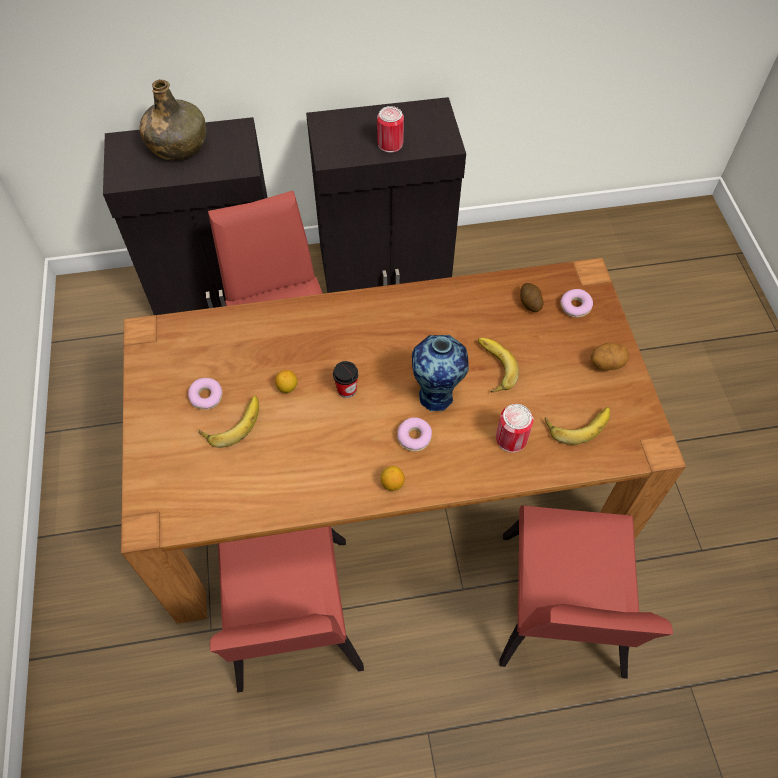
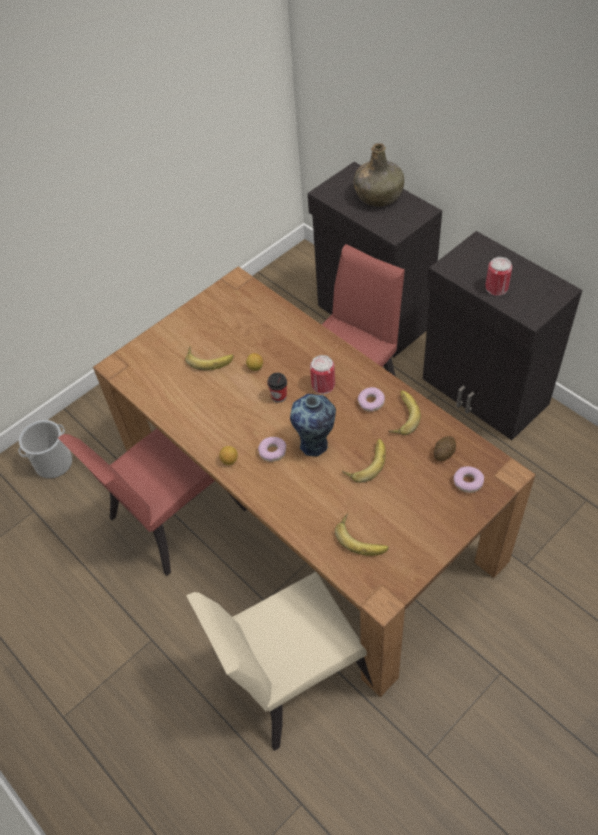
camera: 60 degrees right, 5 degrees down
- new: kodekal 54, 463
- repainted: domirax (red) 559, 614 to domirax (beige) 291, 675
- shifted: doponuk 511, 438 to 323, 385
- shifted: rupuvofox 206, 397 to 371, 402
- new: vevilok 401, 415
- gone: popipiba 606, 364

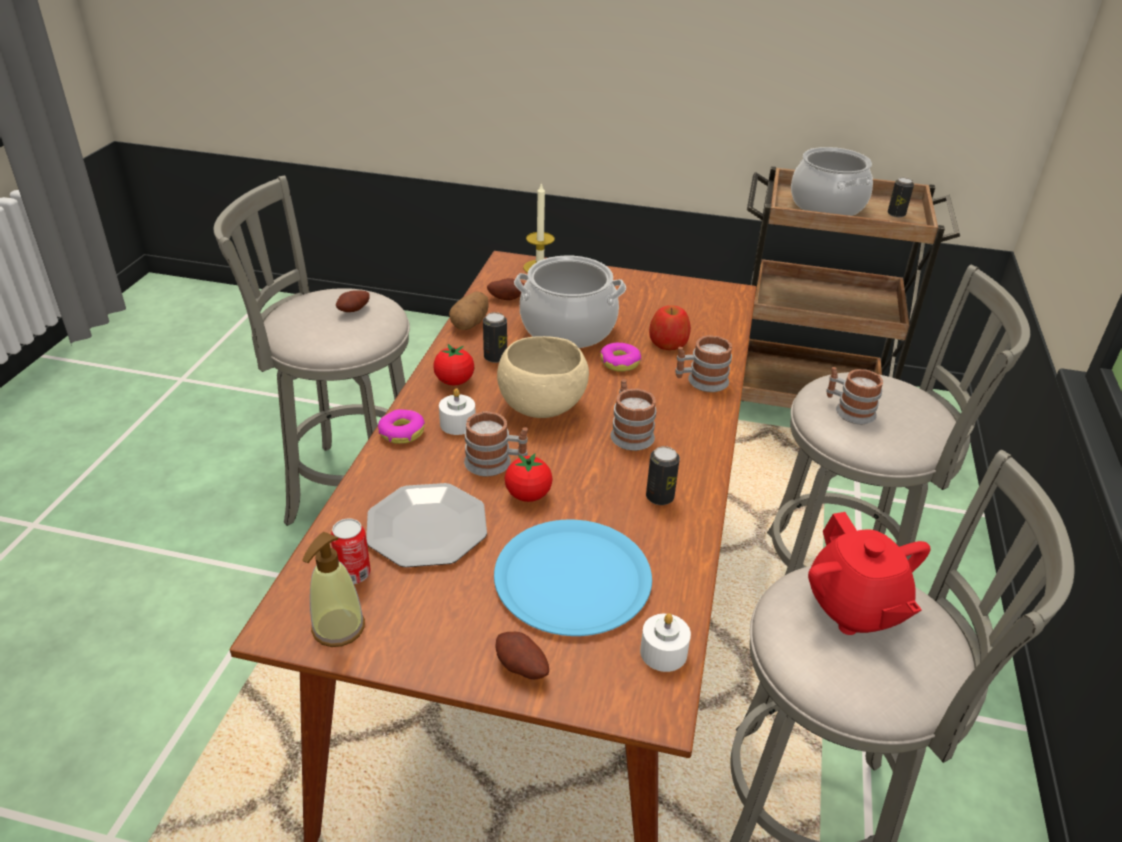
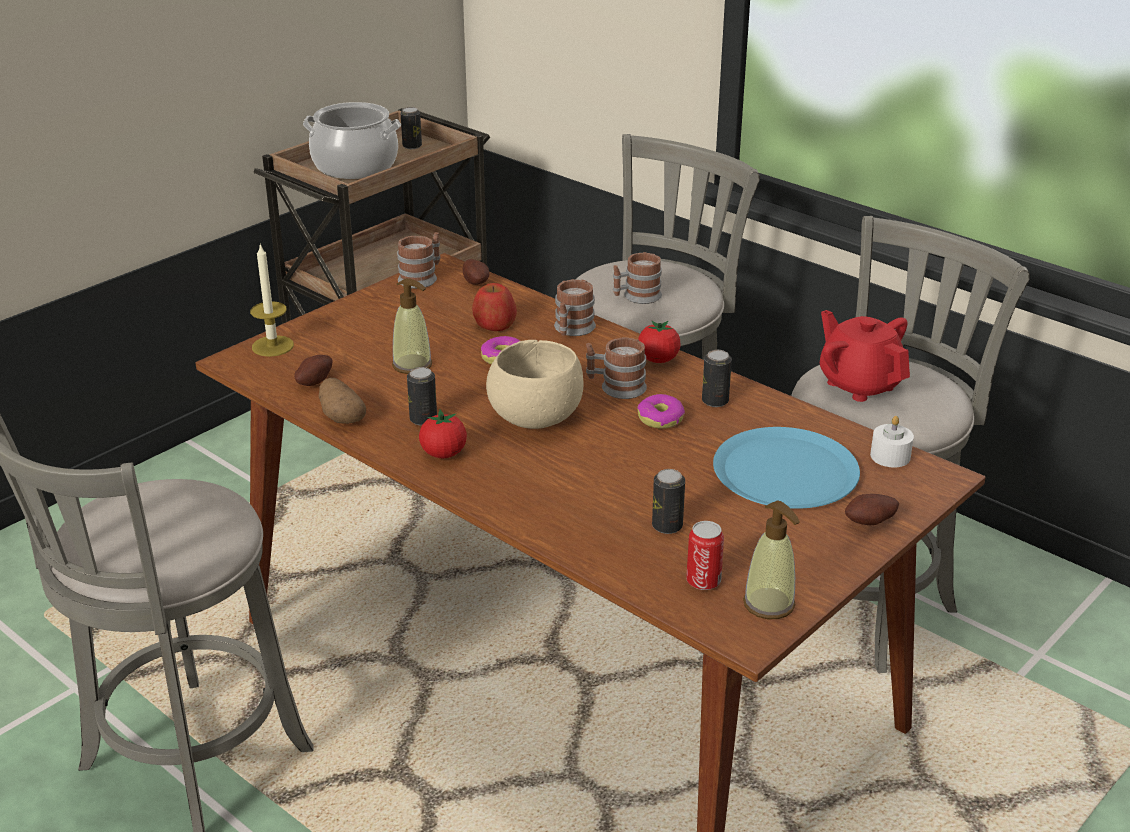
camera: 60 degrees left, 5 degrees down
- swapped: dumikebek 568, 328 to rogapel 412, 365
- shifted: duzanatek 495, 463 to 422, 277
- shifted: popipiba 354, 311 to 476, 282
- shifted: rupuvofox 401, 432 to 660, 419
- shifted: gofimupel 528, 495 to 658, 360
- swapped: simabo 427, 527 to doponuk 667, 526
- rotated: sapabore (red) 855, 608 = 859, 384 135 degrees counterclockwise
- gone: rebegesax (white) 457, 424

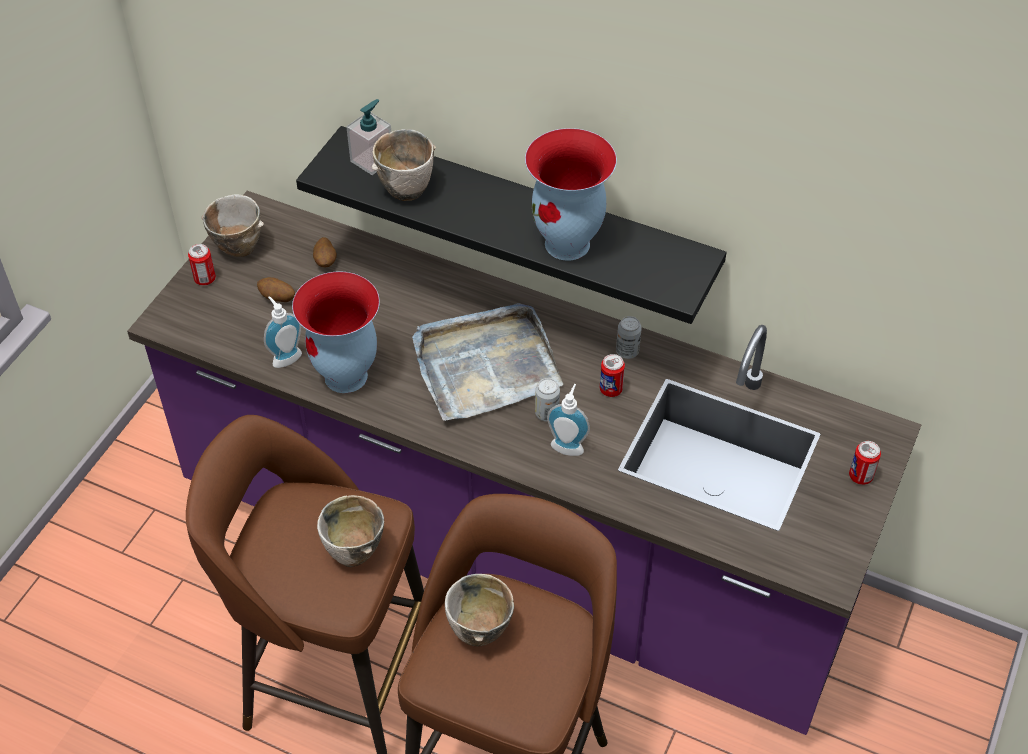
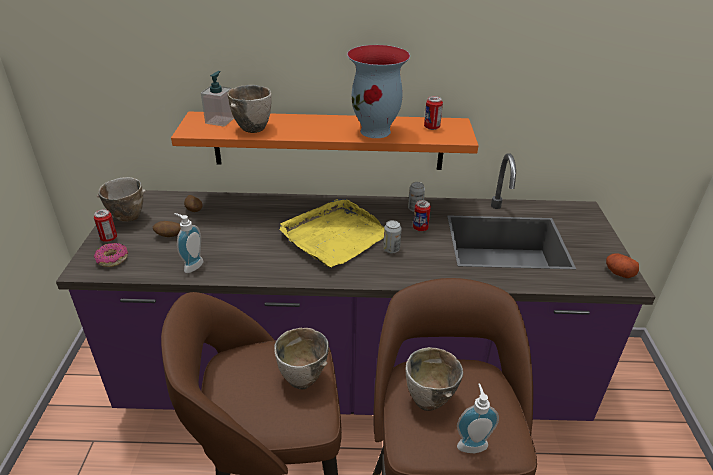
camera: 25 degrees left, 15 degrees down
- new: rupuvofox 112, 259
- repainted: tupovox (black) 526, 217 to tupovox (orange) 328, 141
- repainted: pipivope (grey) 485, 365 to pipivope (yellow) 334, 236
- shifted: doponuk 860, 476 to 431, 127
- shifted: rogapel 568, 445 to 471, 443
- new: popipiba 618, 272
- gone: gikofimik 347, 377

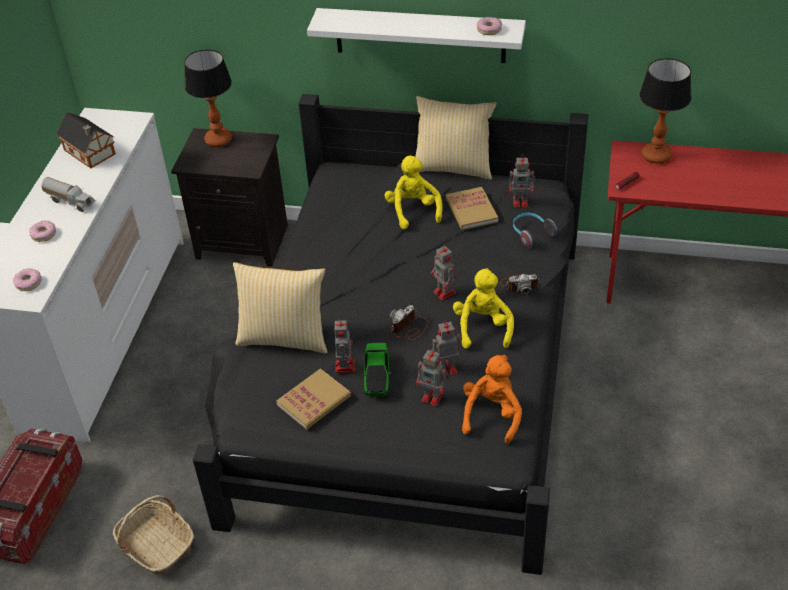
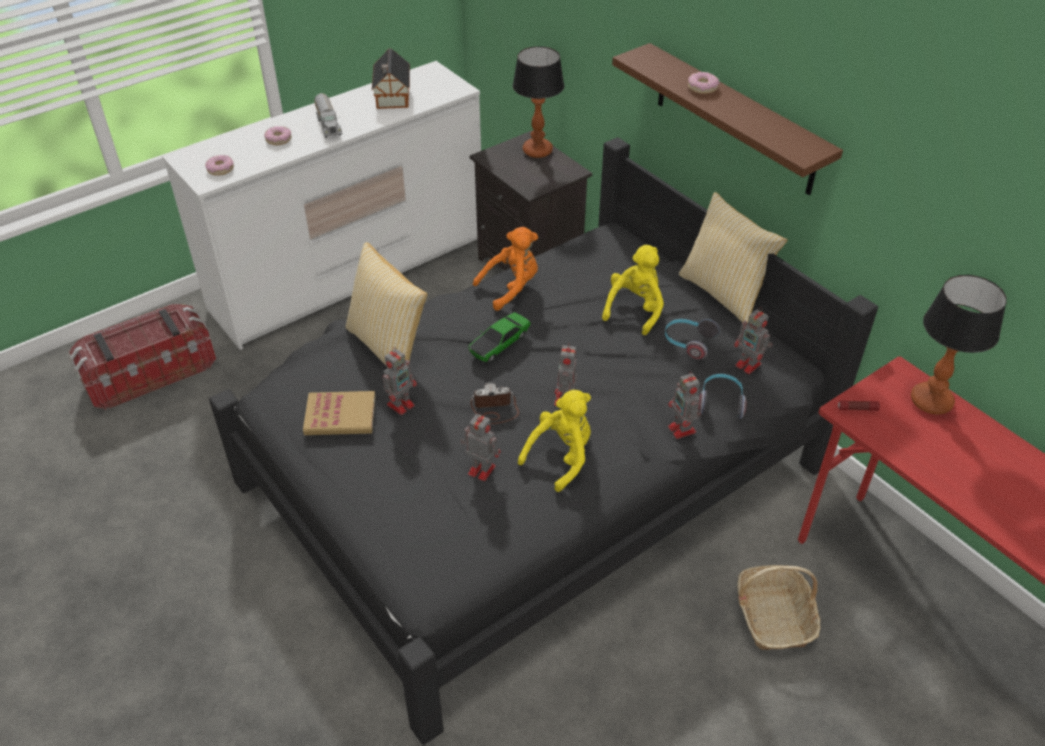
camera: 40 degrees right, 0 degrees up
- shifted: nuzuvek 377, 375 to 499, 344
- shifted: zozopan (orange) 492, 414 to 511, 288
- repainted: tupovox (white) 420, 35 to tupovox (brown) 734, 120
- swapped: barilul 471, 210 to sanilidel 688, 343
- shifted: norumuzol 433, 397 to 682, 430
- shifted: rupuvofox 489, 29 to 702, 87
- shifted: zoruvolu 156, 545 to 773, 616
- gone: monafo 520, 285

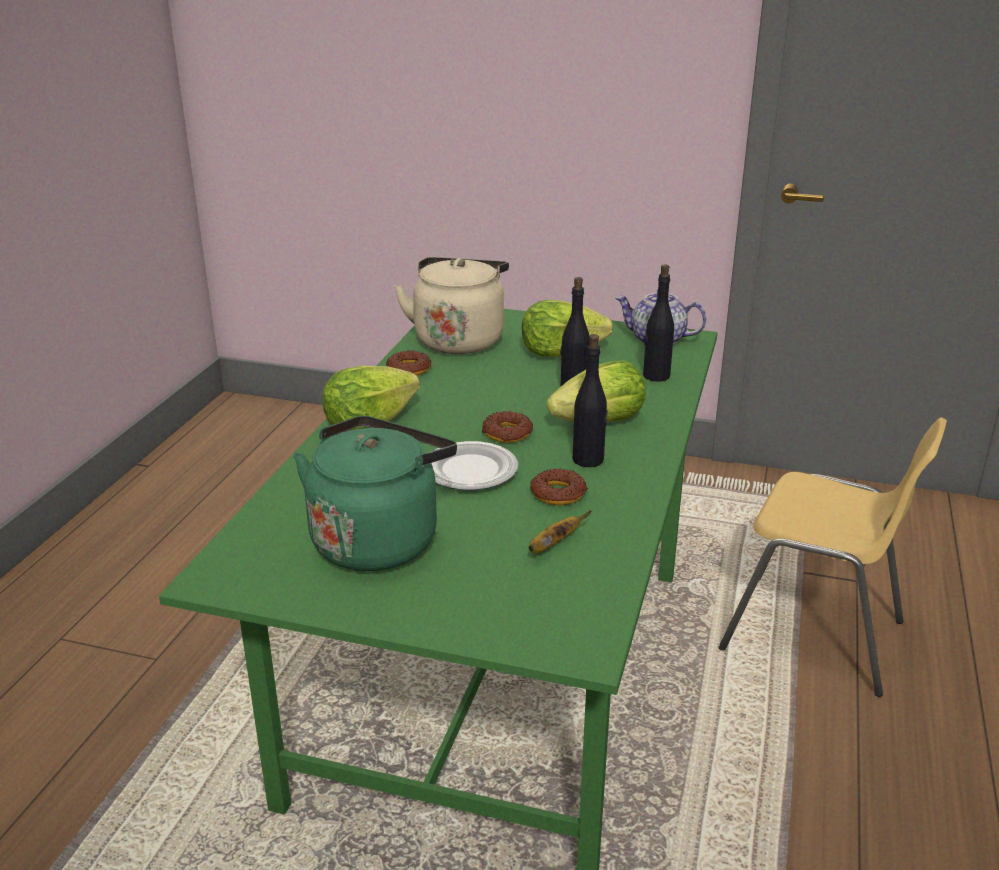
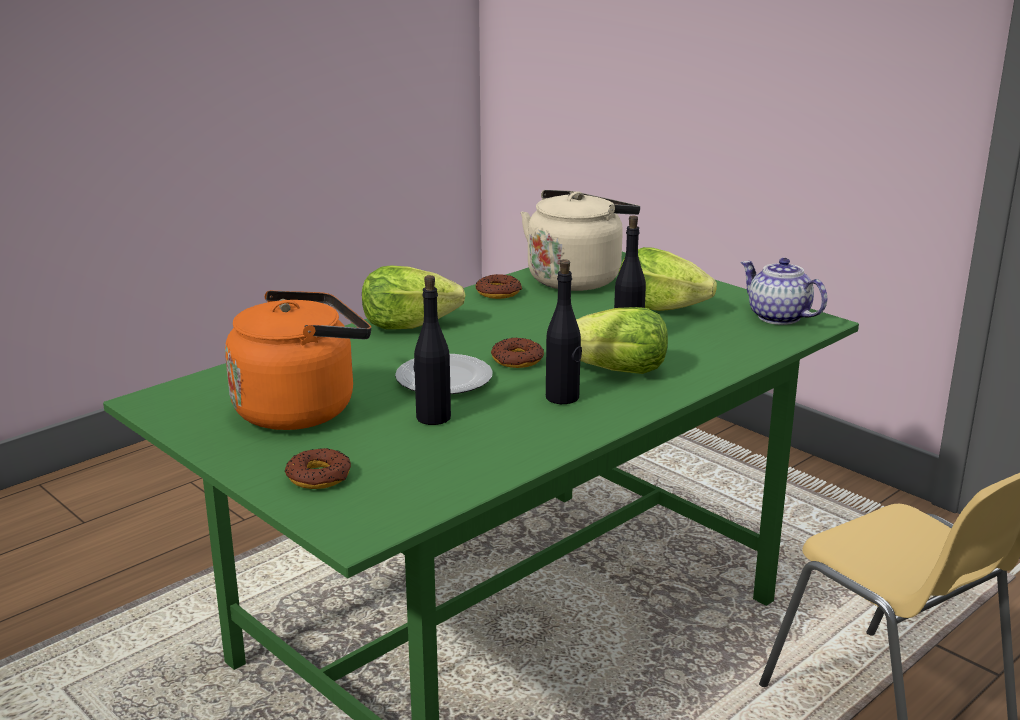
camera: 30 degrees right, 5 degrees down
- repainted: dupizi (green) 378, 539 to dupizi (orange) 302, 408
- shifted: rupuvofox 558, 493 to 319, 476
- shifted: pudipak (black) 656, 376 to 433, 417
- gone: vevilok 553, 545

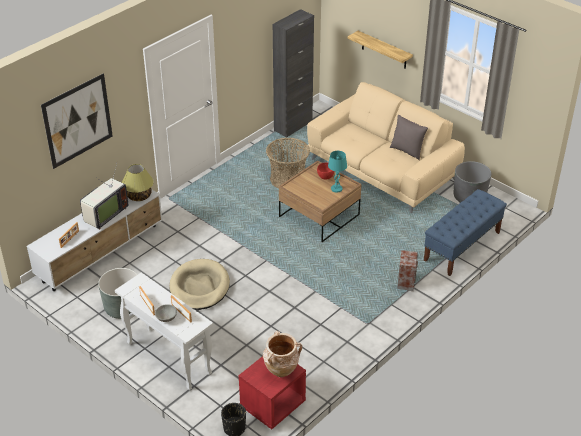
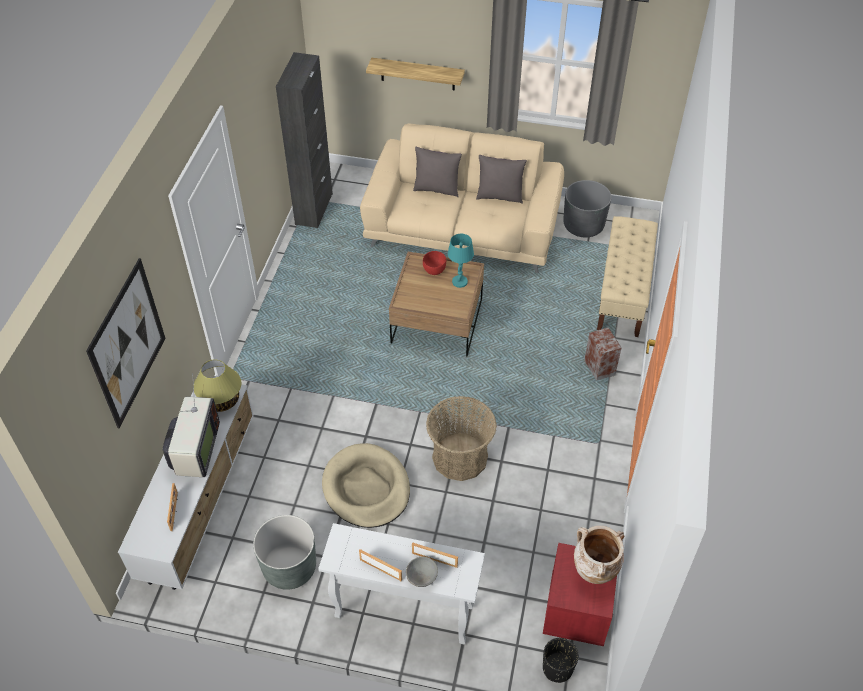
camera: 30 degrees left, 10 degrees up
- new: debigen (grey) 436, 189
- shifted: zoruvolu 288, 179 to 460, 457
- repainted: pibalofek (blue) 462, 247 to pibalofek (beige) 623, 293

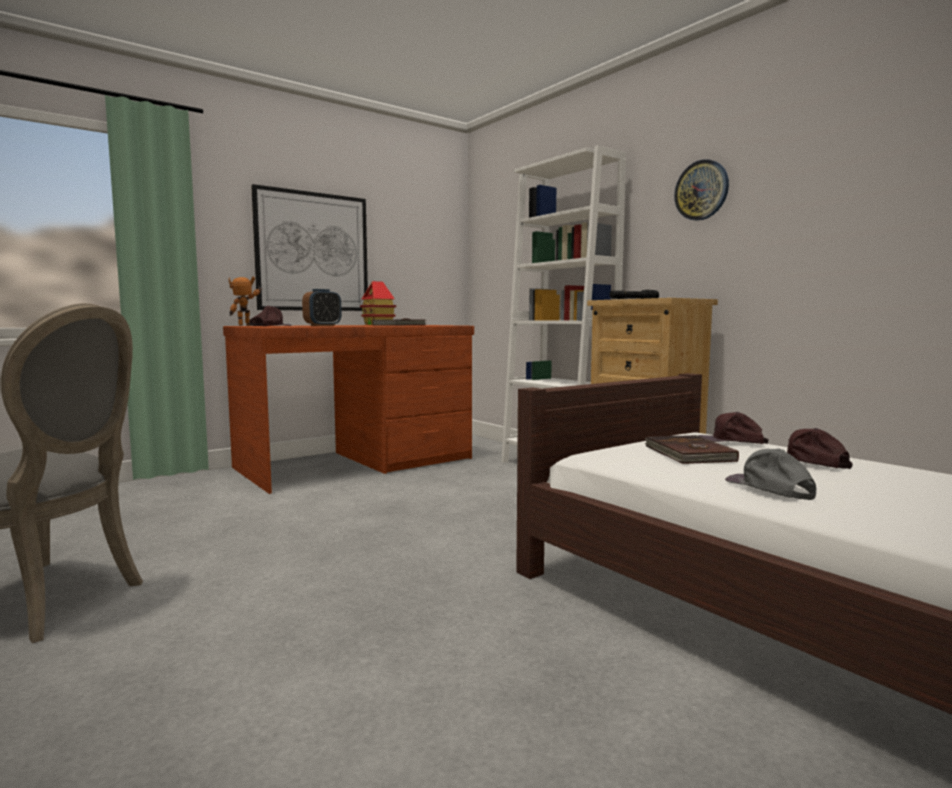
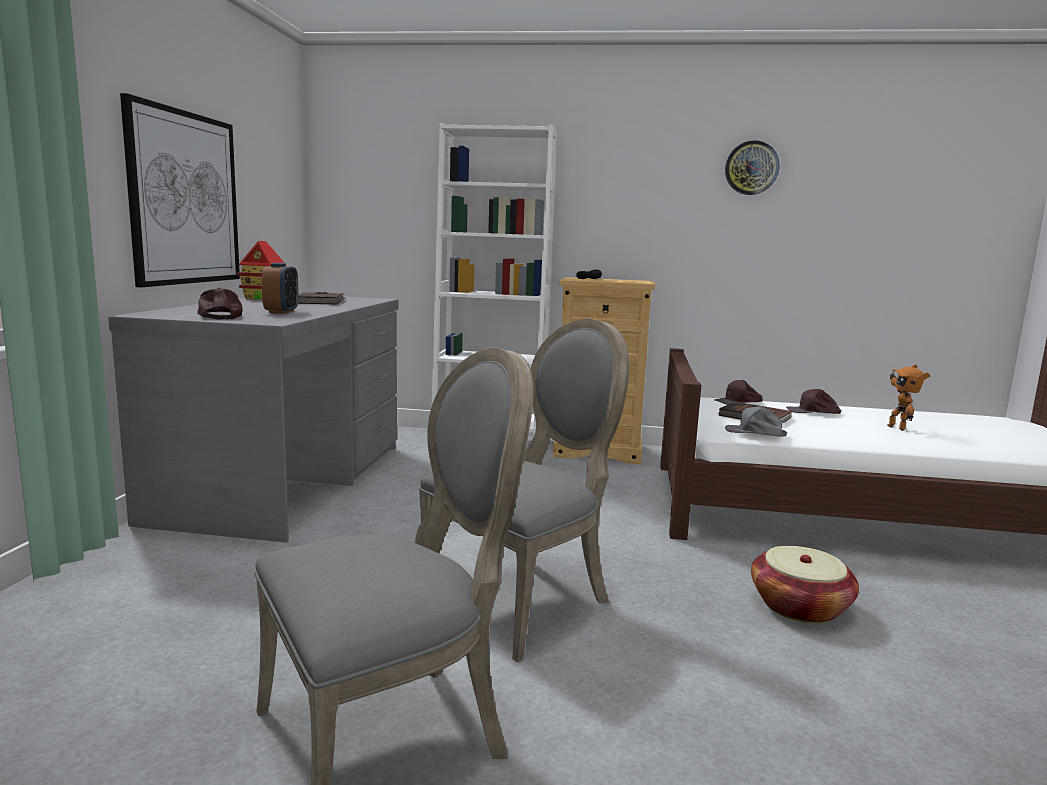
camera: 45 degrees left, 5 degrees up
- repainted: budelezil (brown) 357, 463 to budelezil (grey) 286, 481
- new: domirax (grey) 523, 599
- shifted: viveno 701, 190 to 751, 168
- shifted: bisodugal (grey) 770, 488 to 754, 432
- new: zoruvolu 799, 607
- shifted: norumuzol 246, 325 to 898, 428

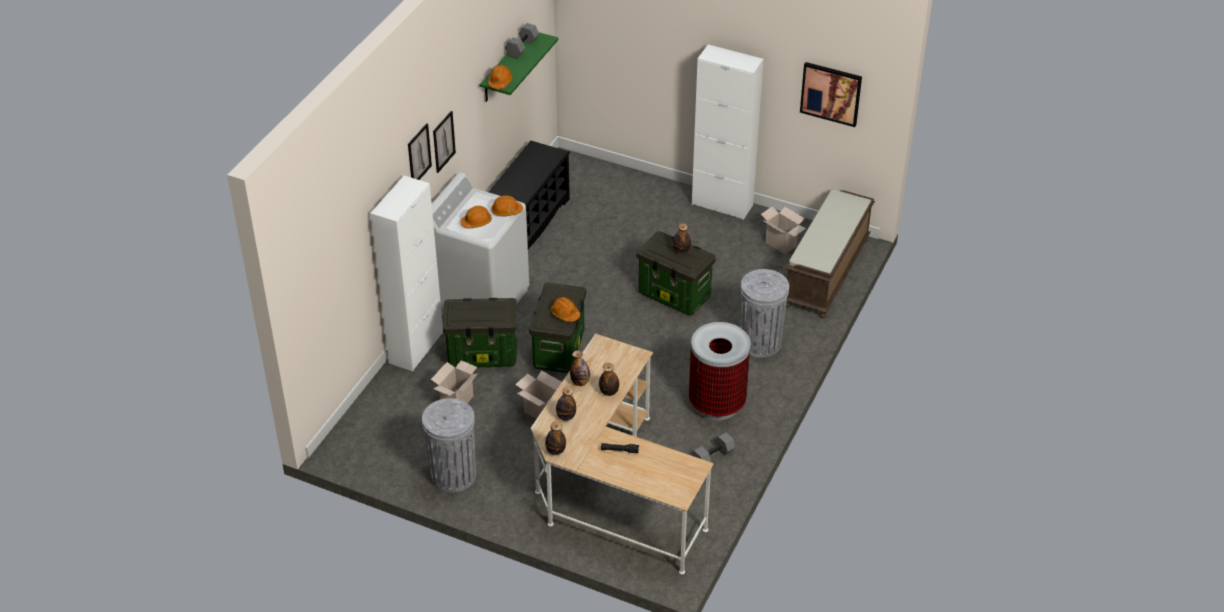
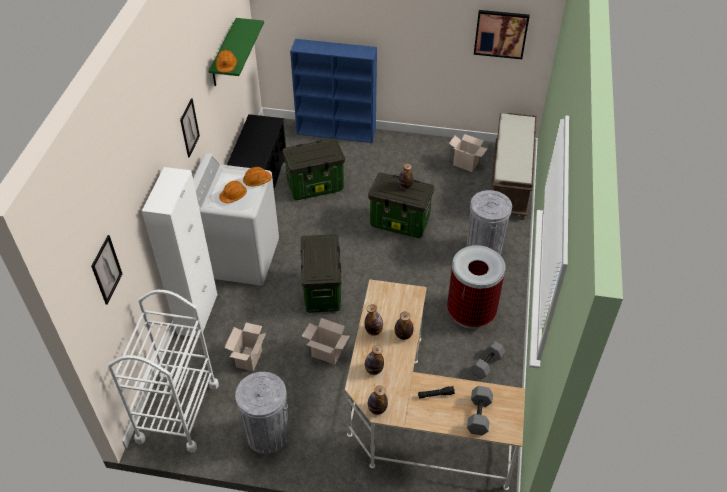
camera: 15 degrees left, 5 degrees up
- shifted: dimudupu 419, 154 to 106, 270
- new: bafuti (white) 178, 412
- shifted: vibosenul 483, 354 to 316, 186
- new: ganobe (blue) 337, 132
- shifted: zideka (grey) 522, 48 to 479, 416
- gone: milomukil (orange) 565, 314
- gone: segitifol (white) 722, 204

